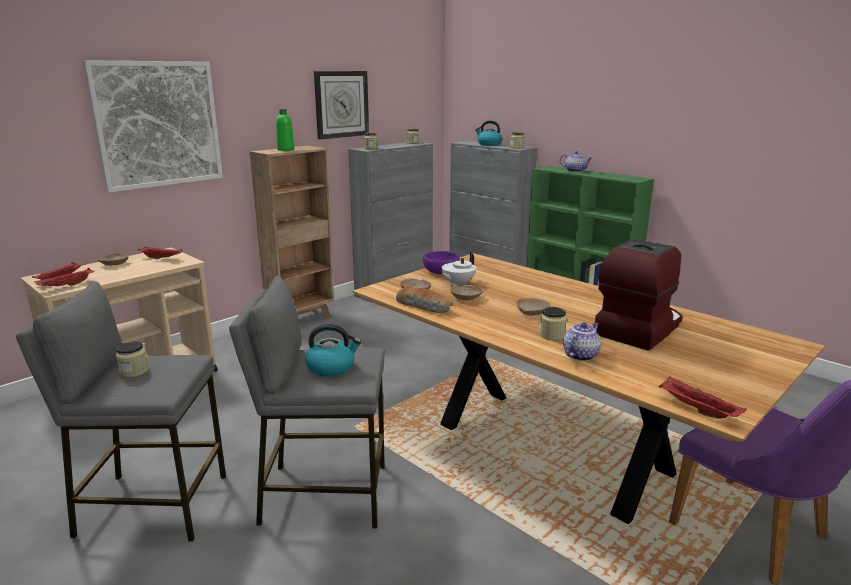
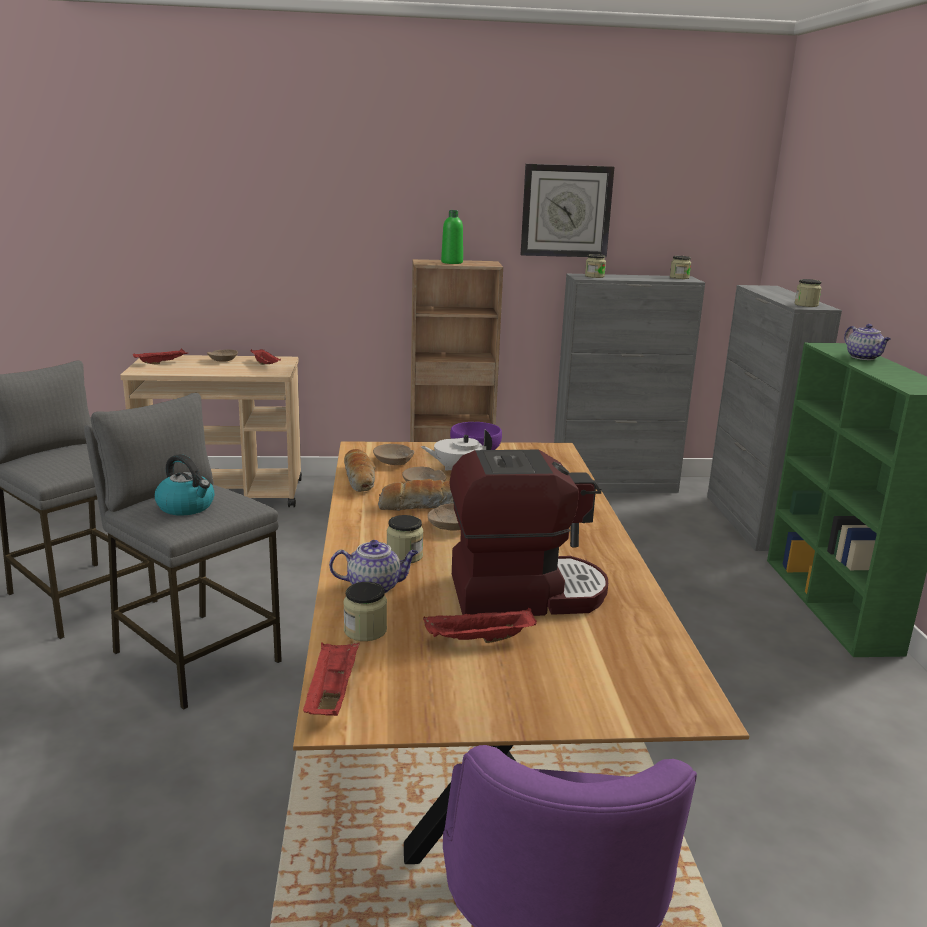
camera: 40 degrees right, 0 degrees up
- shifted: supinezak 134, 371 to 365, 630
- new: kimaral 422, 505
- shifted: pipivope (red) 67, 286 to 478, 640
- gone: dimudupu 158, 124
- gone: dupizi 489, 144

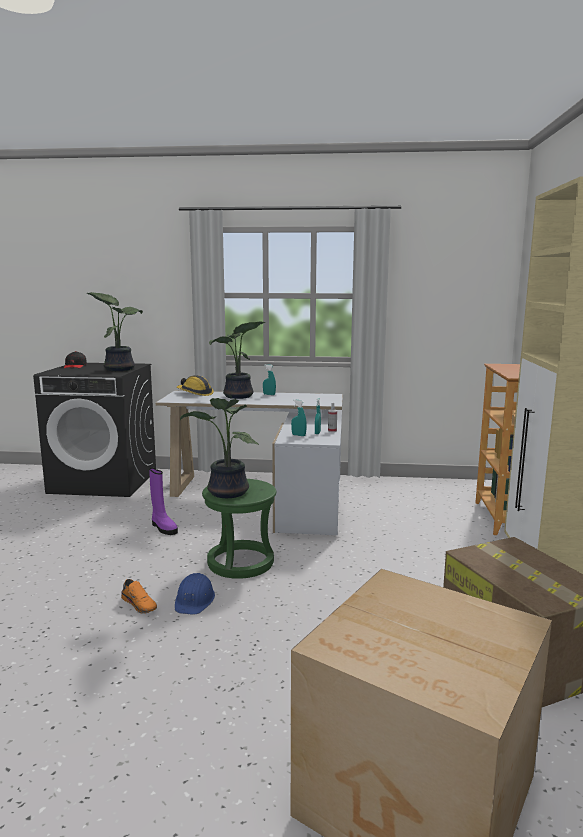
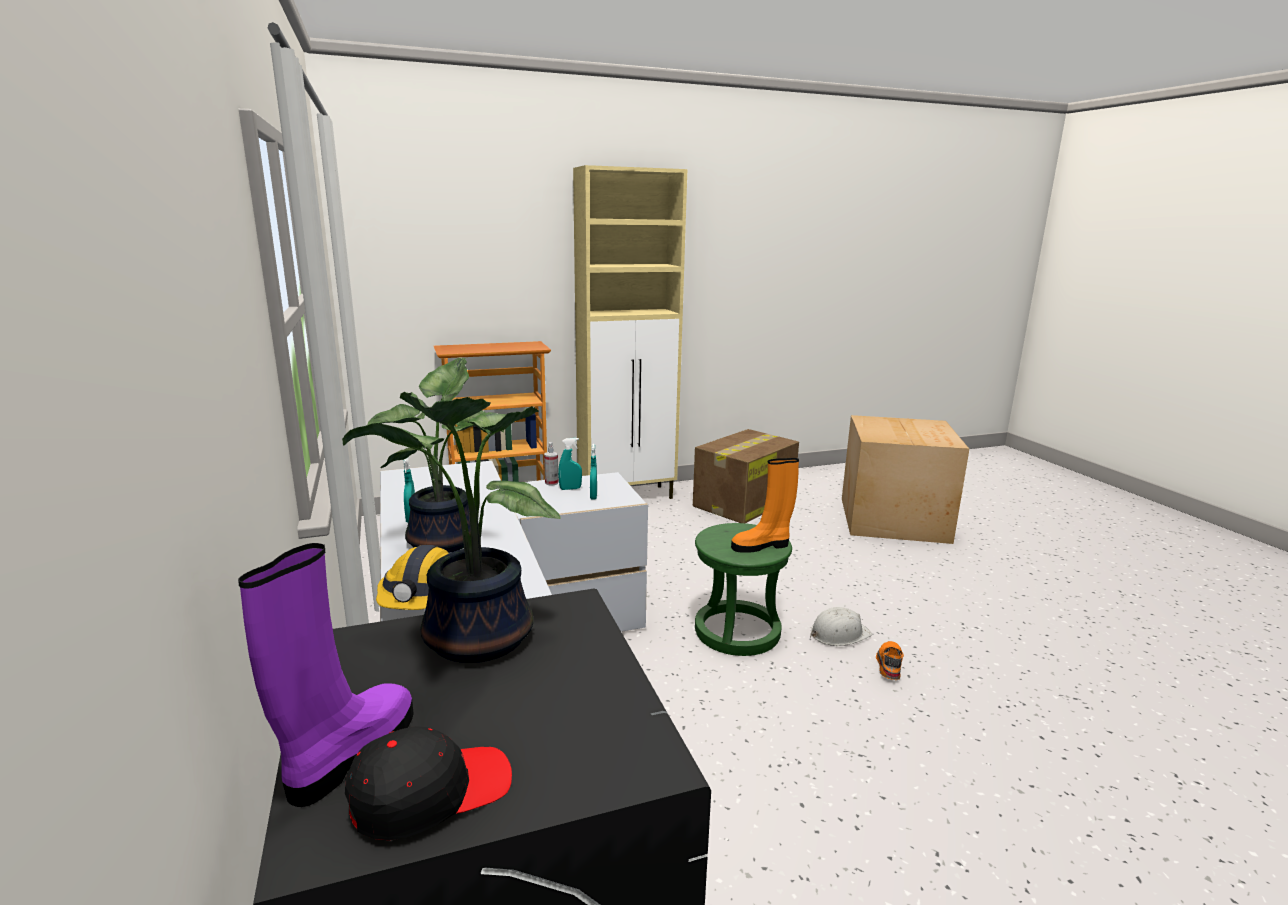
camera: 115 degrees left, 5 degrees up
- shifted: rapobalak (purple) 163, 528 to 350, 755
- swapped: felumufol 226, 493 to rapobalak (orange) 762, 546
- repainted: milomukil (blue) 195, 600 to milomukil (white) 838, 634

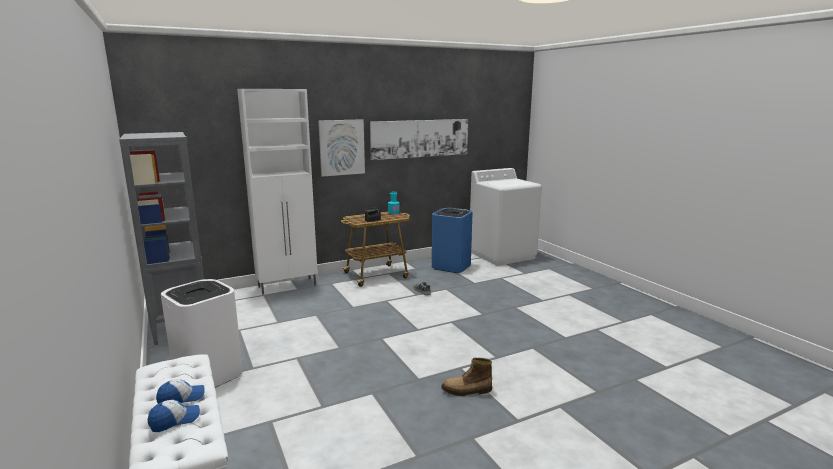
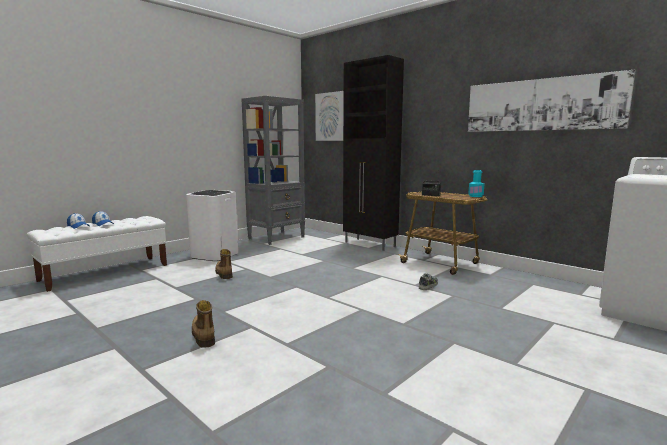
camera: 70 degrees right, 5 degrees down
- new: rapobalak 223, 274
- shifted: dimudupu 341, 147 to 331, 116
- repainted: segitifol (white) 288, 286 to segitifol (black) 370, 244
- gone: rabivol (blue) 451, 266

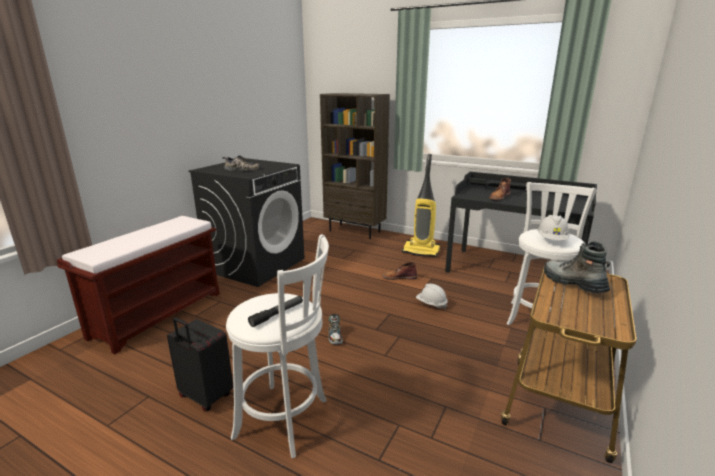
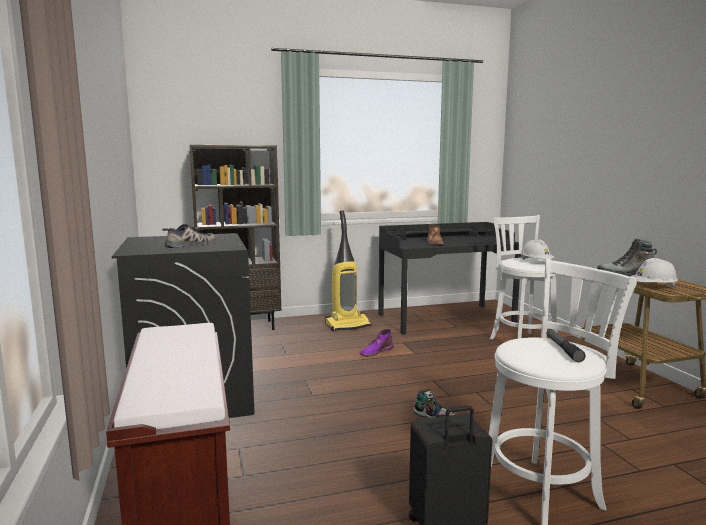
camera: 45 degrees left, 10 degrees down
- repainted: rapobalak (brown) 399, 277 to rapobalak (purple) 376, 351
- shifted: milomukil (white) 431, 304 to 653, 288

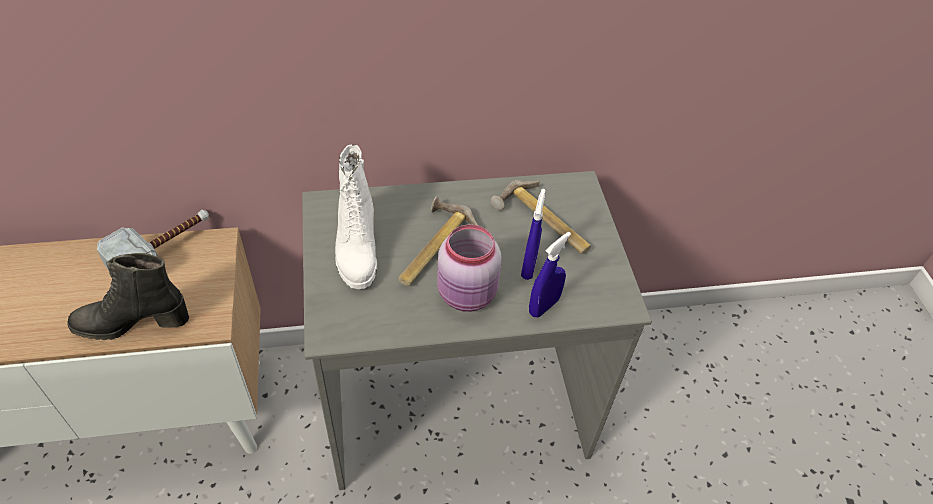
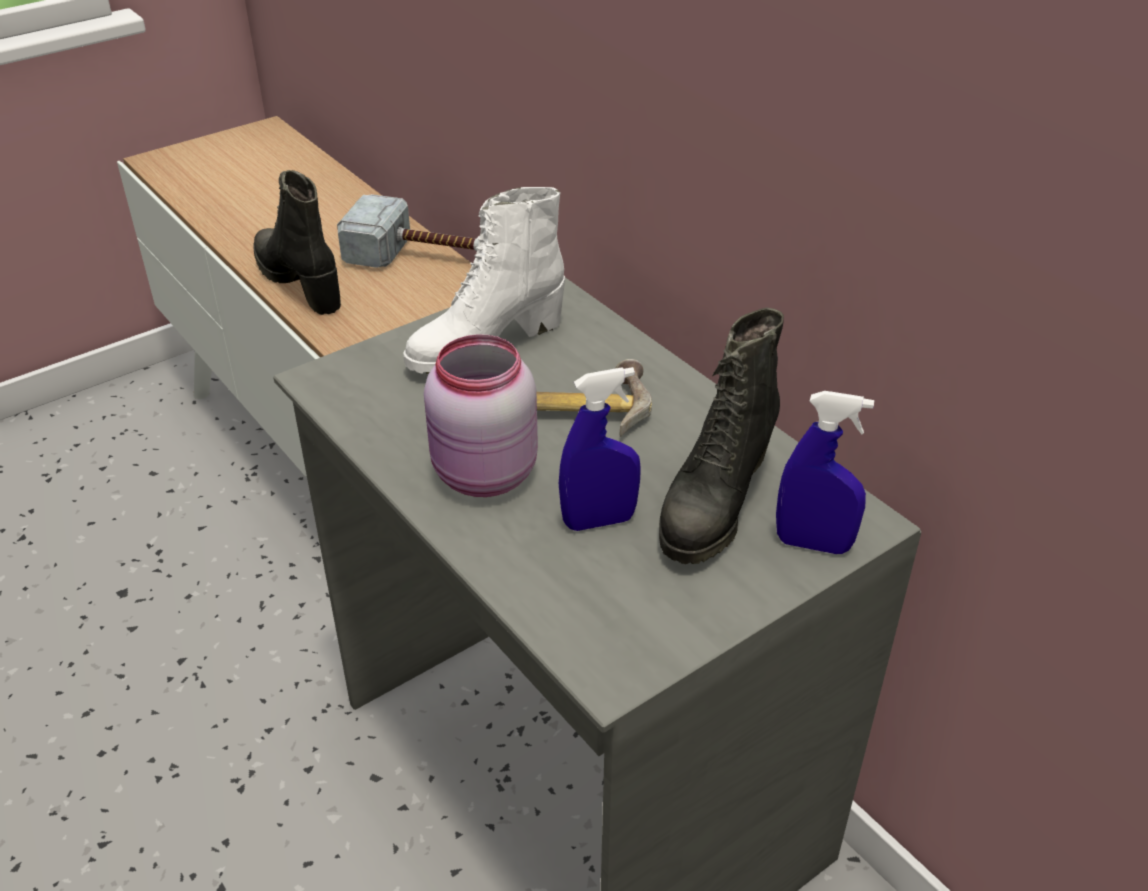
camera: 65 degrees right, 10 degrees down
- swapped: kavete 542, 223 to rapobalak (black) 714, 504
- shifted: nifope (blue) 543, 306 to 813, 544

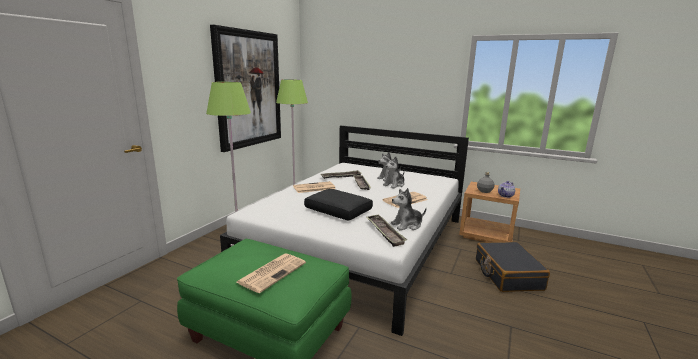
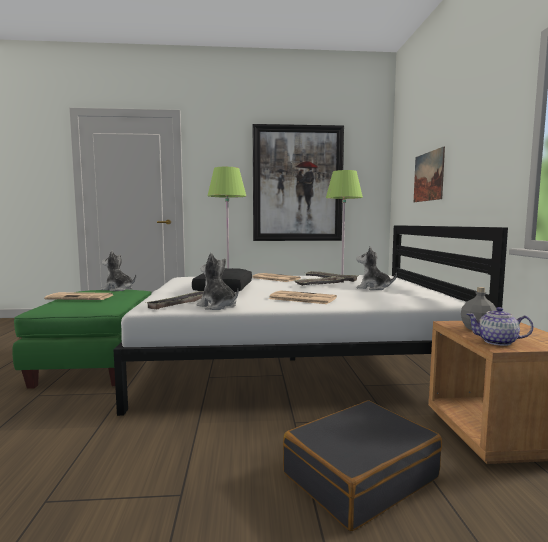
camera: 60 degrees right, 10 degrees down
- shifted: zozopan 394, 185 to 118, 289
- new: dimudupu 428, 176

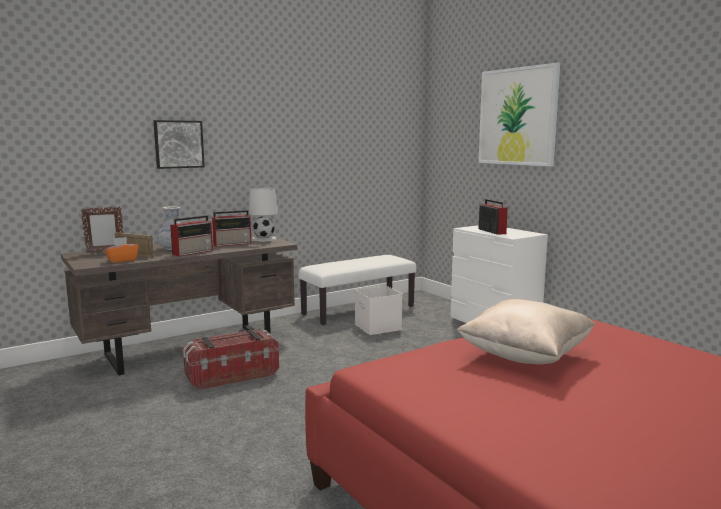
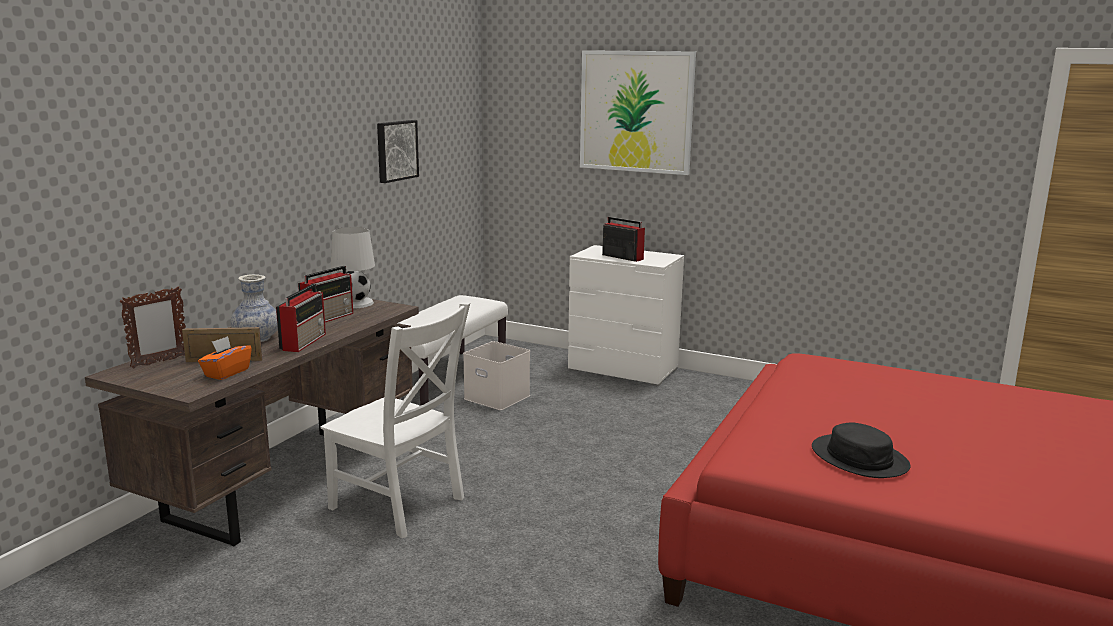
camera: 30 degrees left, 5 degrees up
- swapped: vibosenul 231, 375 to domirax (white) 400, 505
- shifted: dimudupu 178, 144 to 396, 150
- new: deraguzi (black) 859, 458
- gone: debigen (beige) 525, 356

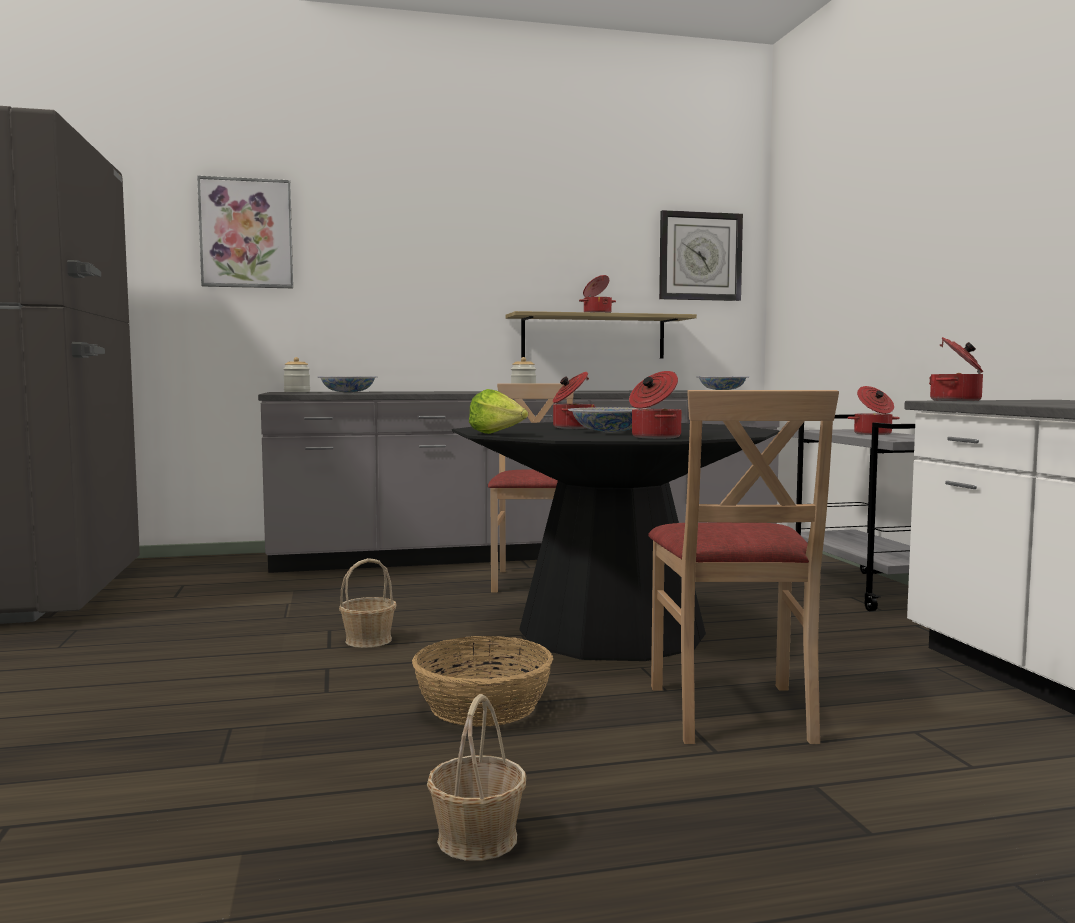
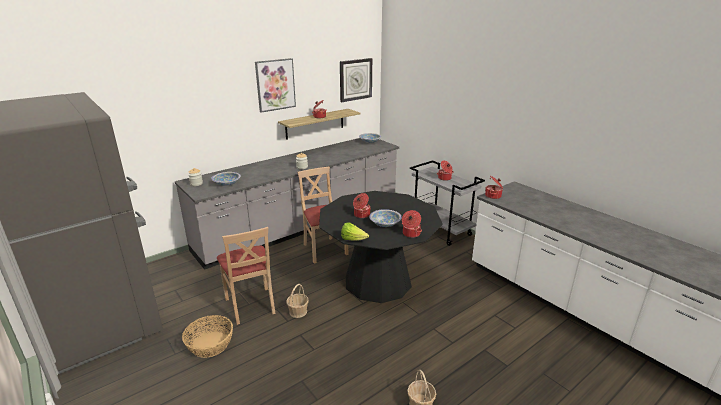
camera: 25 degrees left, 20 degrees up
- shifted: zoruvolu 482, 706 to 210, 344
- shifted: domirax (beige) 733, 712 to 251, 305
- shifted: dimudupu 246, 233 to 275, 85

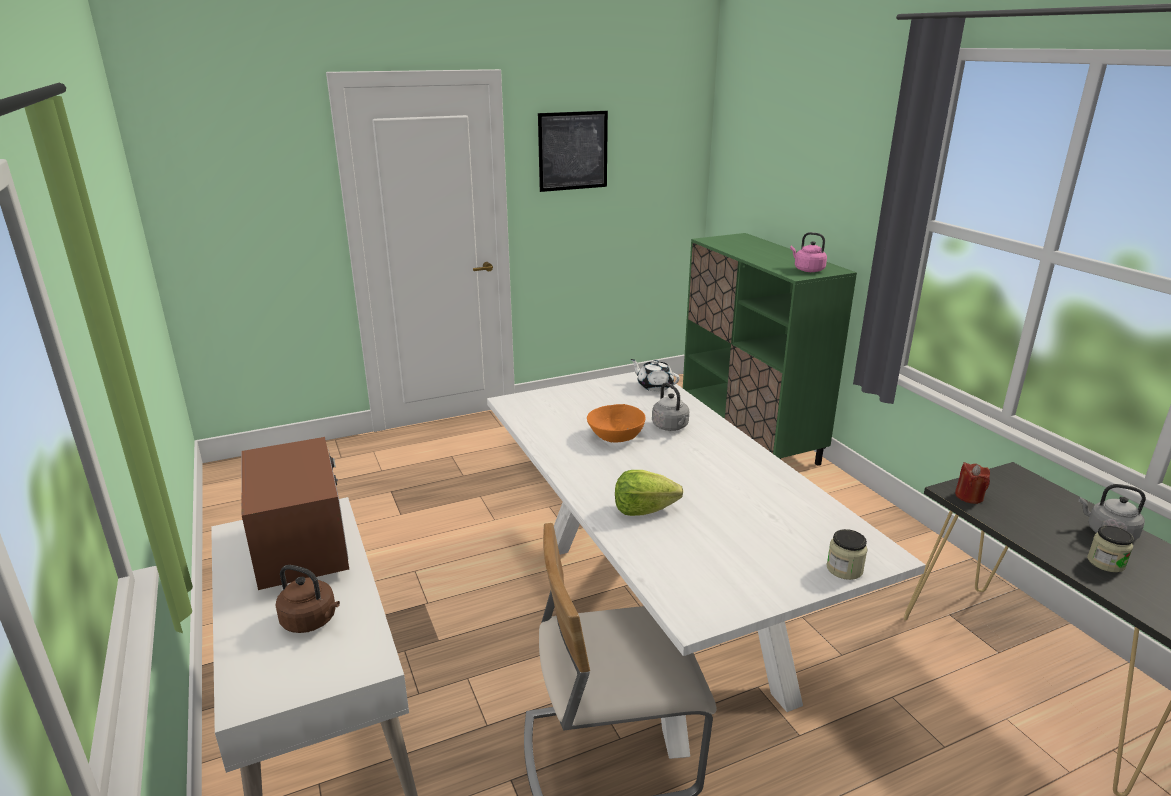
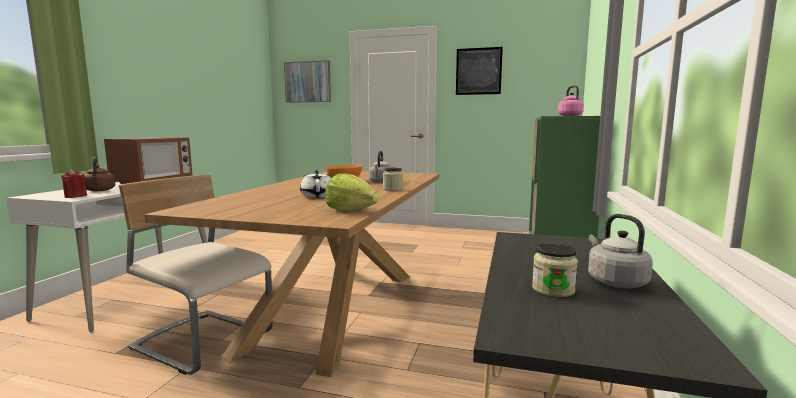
camera: 40 degrees right, 15 degrees down
- shifted: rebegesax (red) 969, 496 to 76, 196
- repainted: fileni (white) 655, 615 to fileni (brown) 337, 308
- new: dimudupu 308, 82
- shifted: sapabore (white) 654, 386 to 317, 196
- shifted: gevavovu 643, 509 to 350, 210
- shifted: supinezak 844, 569 to 392, 189

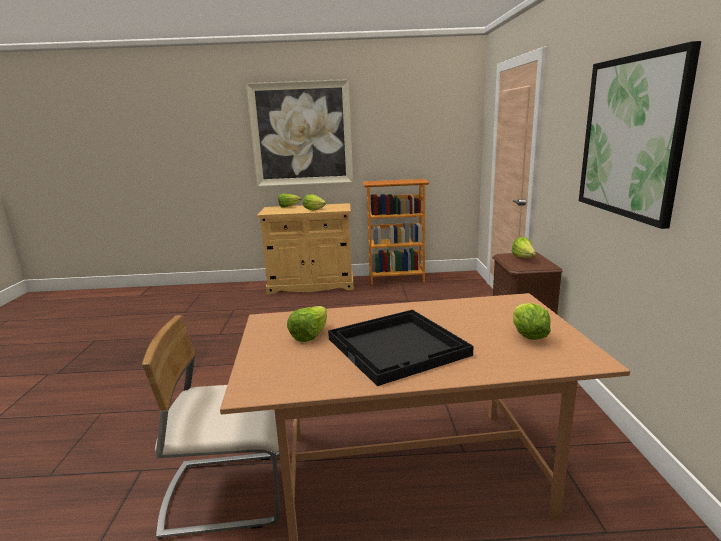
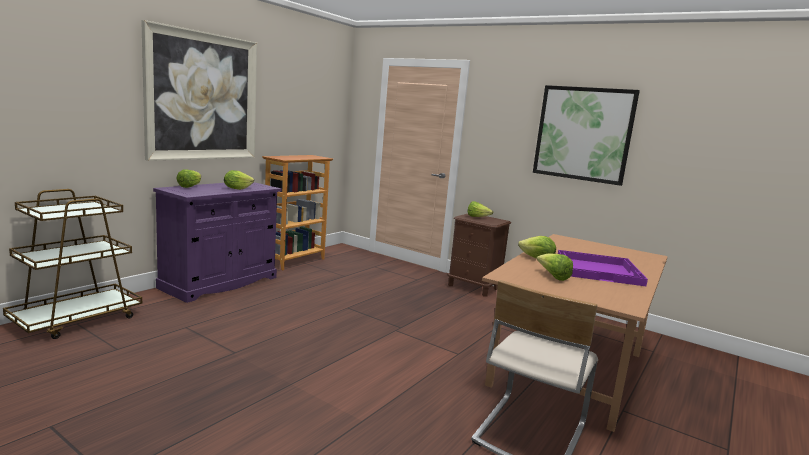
camera: 55 degrees left, 5 degrees down
- new: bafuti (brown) 77, 319
- repainted: segitifol (beige) 311, 285 to segitifol (purple) 220, 283
- shifted: gevavovu 528, 336 to 537, 258
- repainted: pipivope (black) 399, 347 to pipivope (purple) 599, 270

